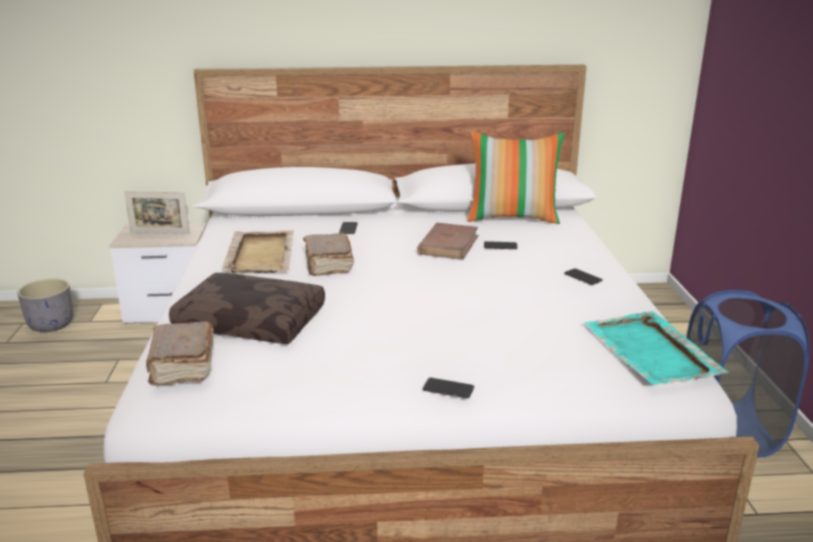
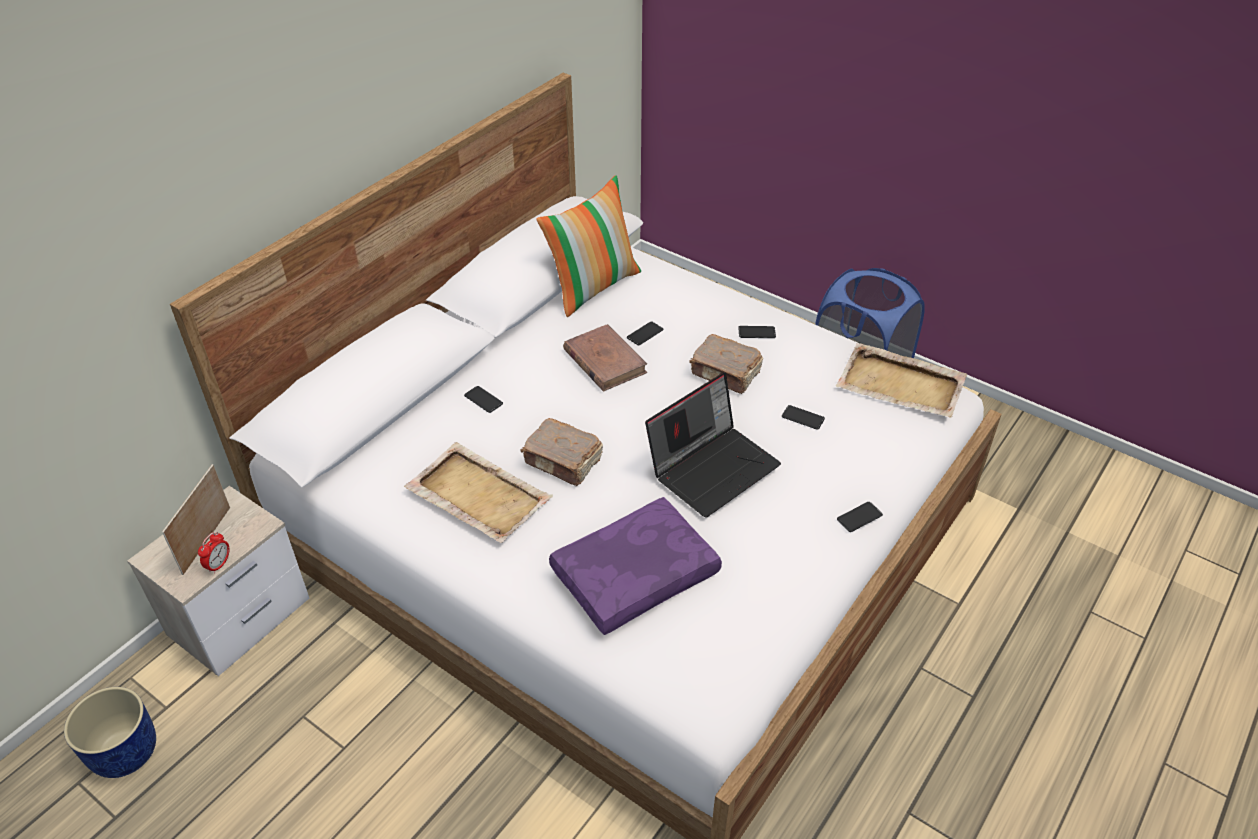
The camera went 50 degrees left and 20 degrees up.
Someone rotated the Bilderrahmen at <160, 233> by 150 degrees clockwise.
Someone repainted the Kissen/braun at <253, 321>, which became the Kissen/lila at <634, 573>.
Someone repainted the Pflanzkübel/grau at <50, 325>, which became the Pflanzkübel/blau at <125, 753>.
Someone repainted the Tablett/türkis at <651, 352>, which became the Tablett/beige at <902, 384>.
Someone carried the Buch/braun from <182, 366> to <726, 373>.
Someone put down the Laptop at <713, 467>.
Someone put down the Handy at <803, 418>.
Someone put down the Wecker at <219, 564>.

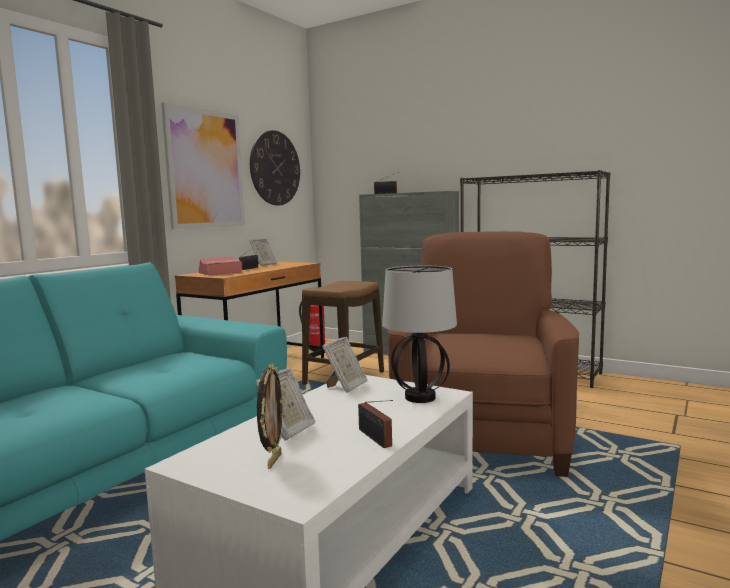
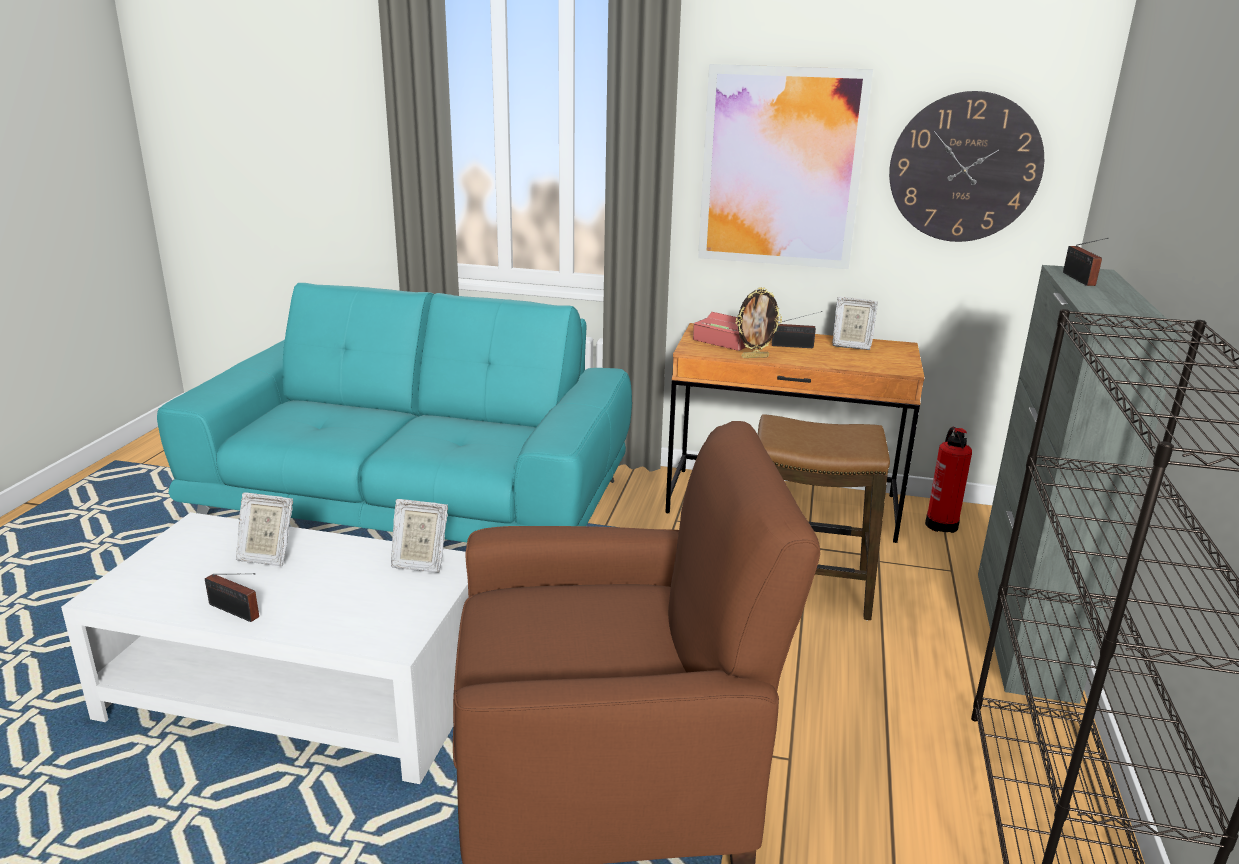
The camera went 70 degrees right and 15 degrees up.
Someone took away the Tischlampe at <419, 398>.
Someone carried the Bilderrahmen from <273, 460> to <755, 357>.
Someone rotated the Radio at <375, 439> by 105 degrees counterclockwise.

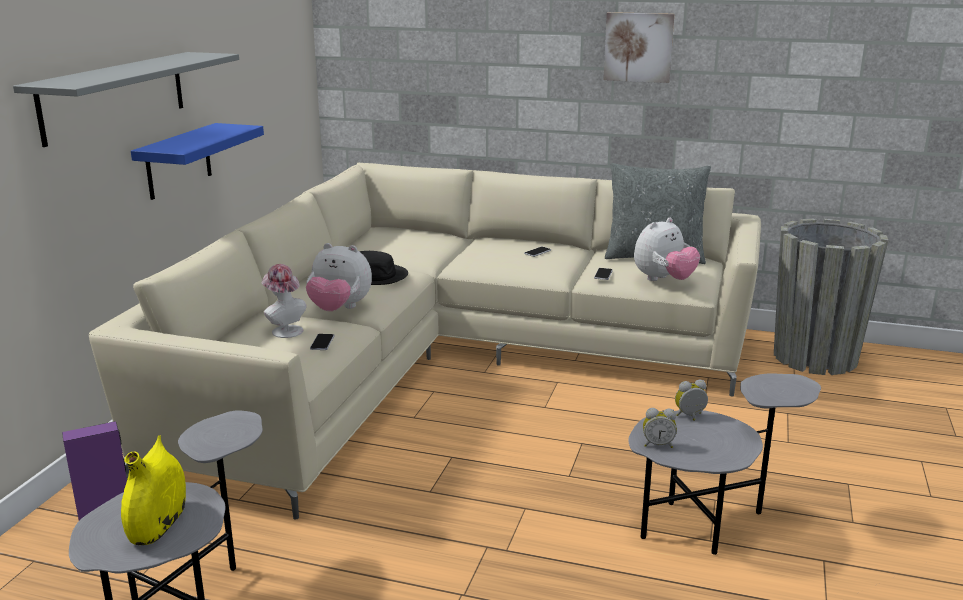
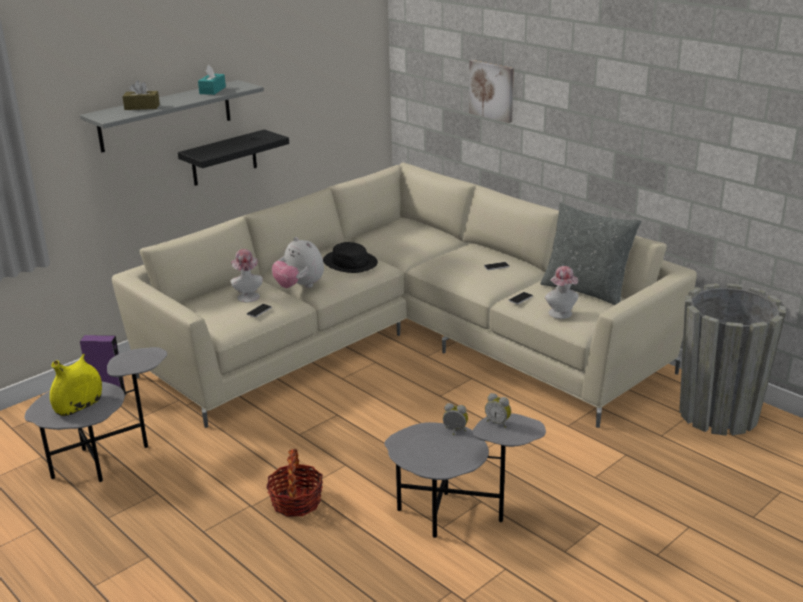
The camera went 30 degrees right and 5 degrees up.
Someone carried the Bild from <638, 47> to <492, 90>.
Someone repainted the Wandregal/blau at <178, 161>, which became the Wandregal/schwarz at <224, 158>.
Someone swapped the Plüschtier at <663, 280> for the Hut at <561, 315>.
Someone carried the Wecker from <658, 444> to <498, 422>.
Someone put down the Taschentuchbox/türkis at <212, 90>.
Someone put down the Taschentuchbox/braun at <142, 107>.
Someone put down the Korb at <296, 502>.

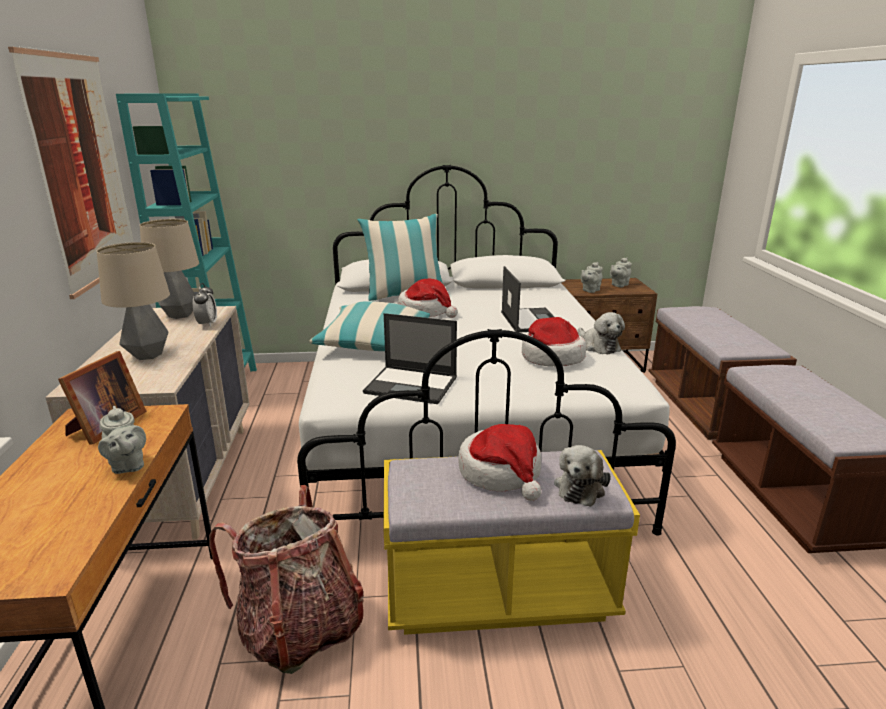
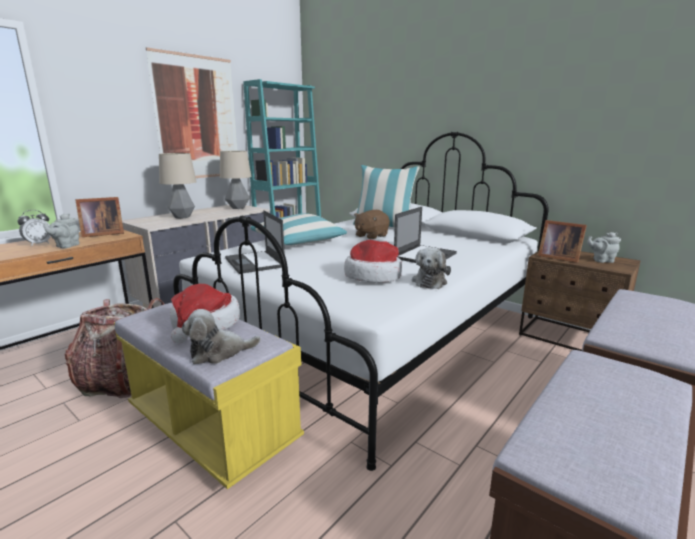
The camera went 45 degrees right and 5 degrees down.
Someone swapped the Teekanne/grau at <590, 290> for the Bilderrahmen at <557, 257>.
Someone swapped the Hut at <426, 311> for the Plüschtier/braun at <371, 236>.
Someone carried the Wecker from <207, 324> to <39, 244>.

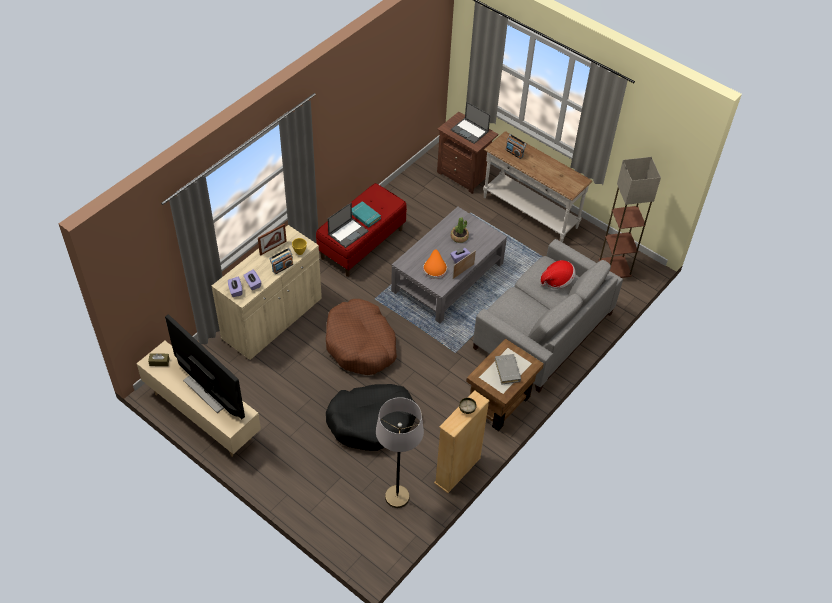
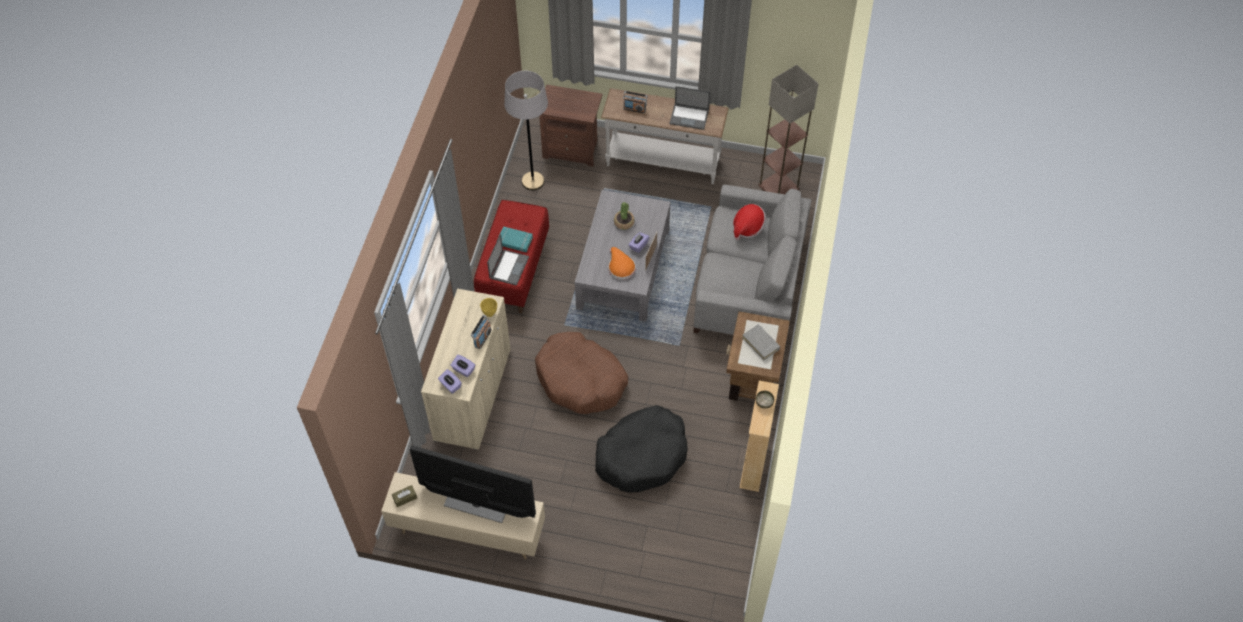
The camera went 25 degrees left and 5 degrees up.
Someone carried the Laptop from <470, 131> to <690, 116>.
Someone took away the Bilderrahmen at <273, 248>.
Someone carried the Stehlampe/grau from <397, 497> to <533, 181>.

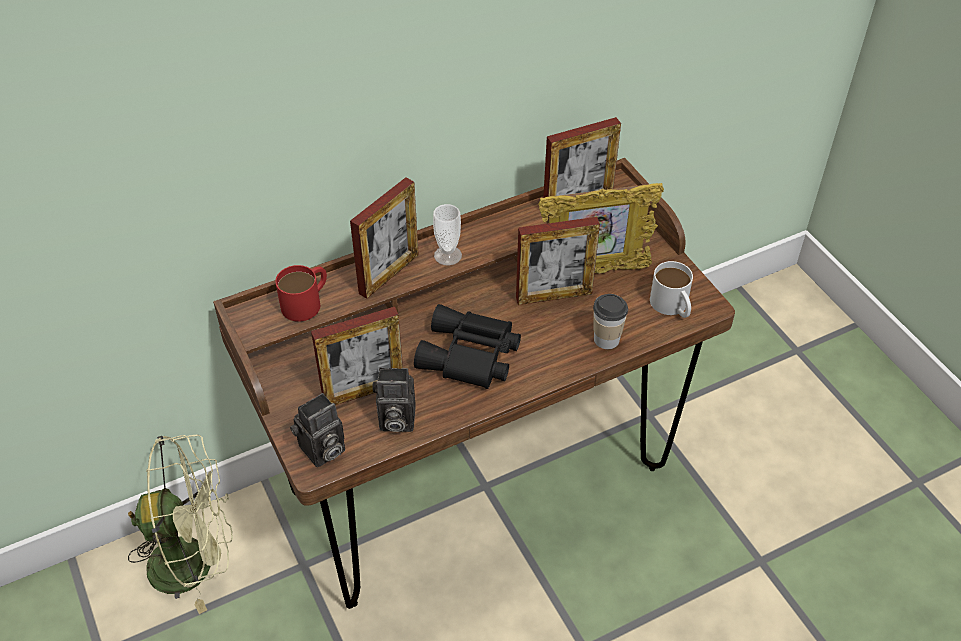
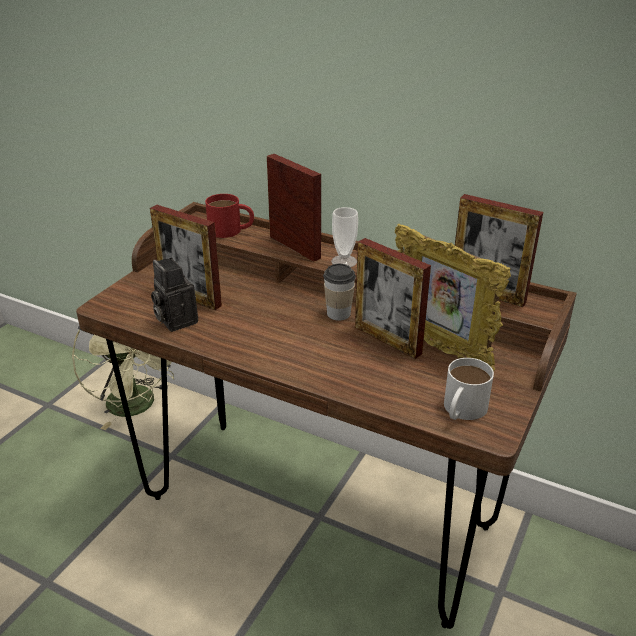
The camera went 55 degrees right and 15 degrees down.
Someone rotated the Bilderrahmen at <389, 274> by 135 degrees counterclockwise.
Someone carried the Tasse from <606, 339> to <338, 313>.
Someone took away the Fernglas/schwarz at <470, 357>.
Someone took away the Kamera at <322, 451>.

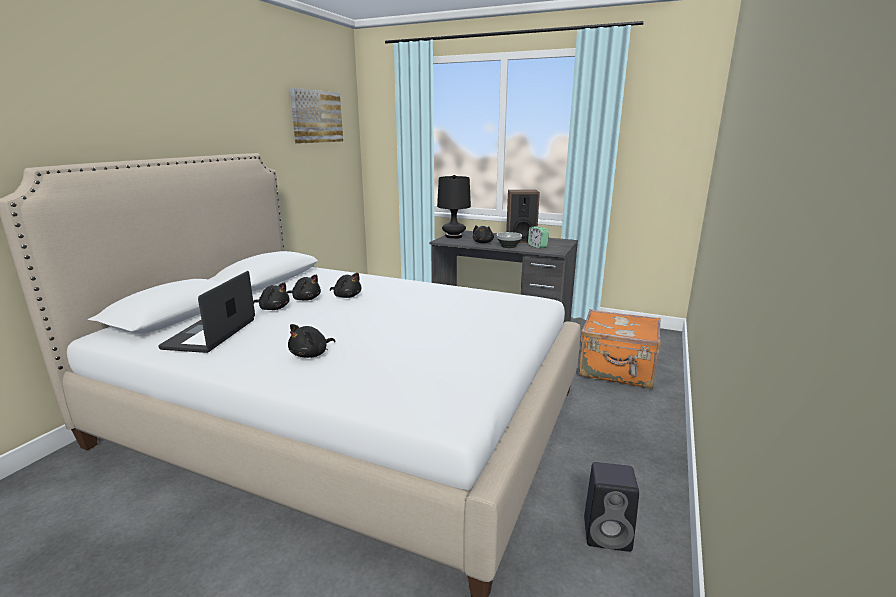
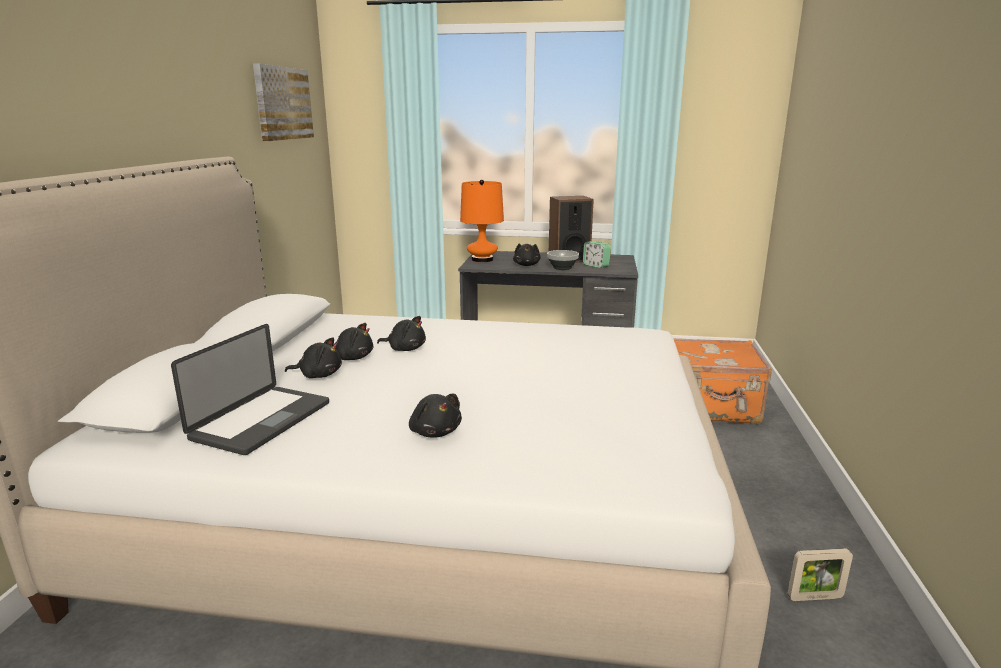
The camera went 15 degrees left and 0 degrees up.
Someone repainted the Tischlampe/schwarz at <453, 236>, which became the Tischlampe/orange at <482, 259>.
Someone rotated the Laptop at <211, 334> by 150 degrees counterclockwise.
Someone rotated the Plüschtier/schwarz at <311, 354> by 60 degrees counterclockwise.
Someone swapped the Lautsprecher/schwarz at <608, 534> for the Bilderrahmen at <815, 597>.

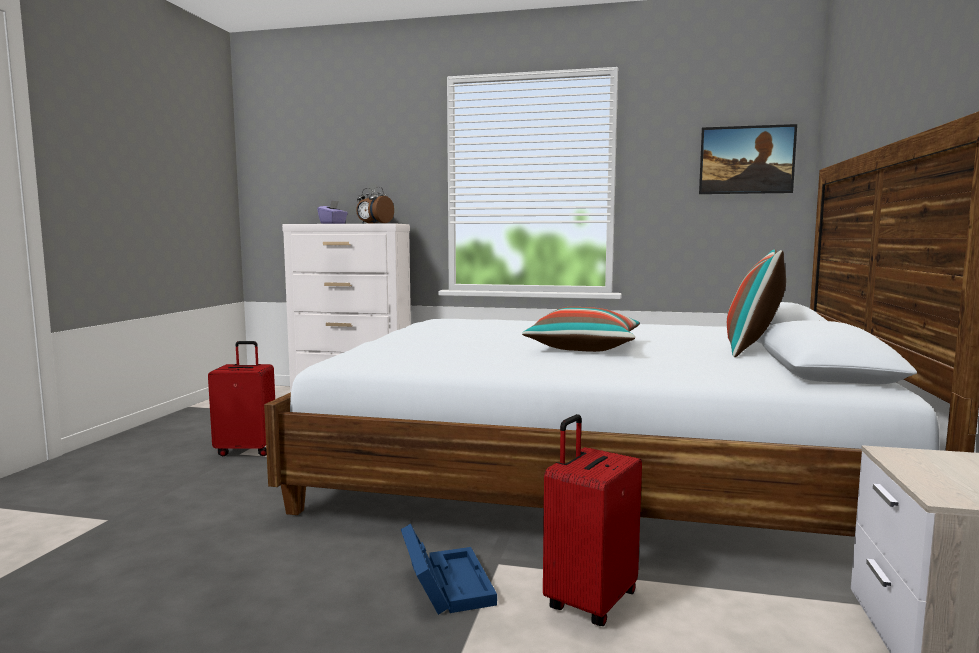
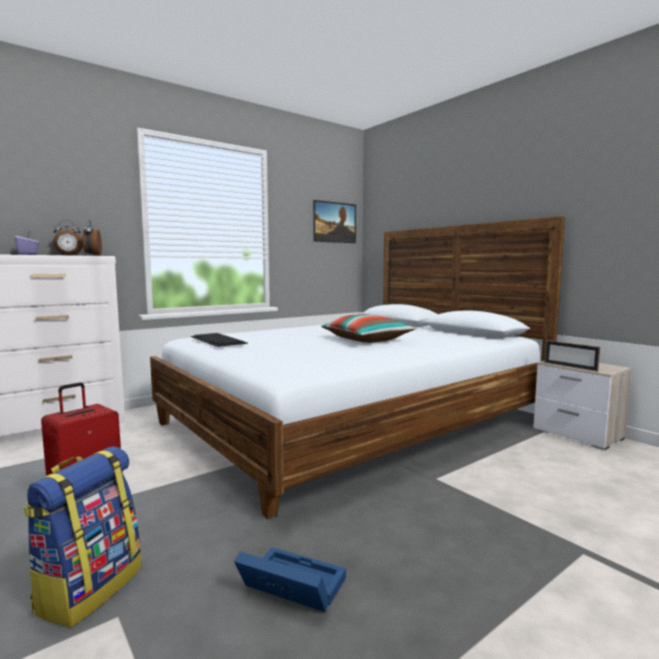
The camera went 50 degrees left and 0 degrees up.
Someone took away the Kissen at <752, 349>.
Someone took away the Koffer/rot at <589, 601>.
Someone carried the Aufbewahrungsbox/blau from <445, 583> to <289, 587>.
Someone put down the Tastatur at <218, 340>.
Someone put down the Bilderrahmen at <570, 366>.
Someone put down the Rucksack at <89, 588>.

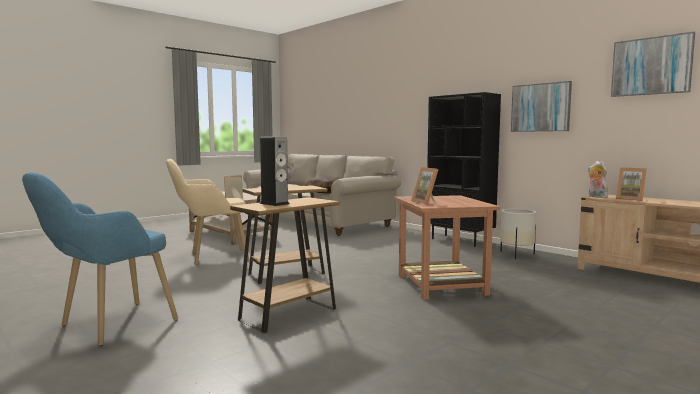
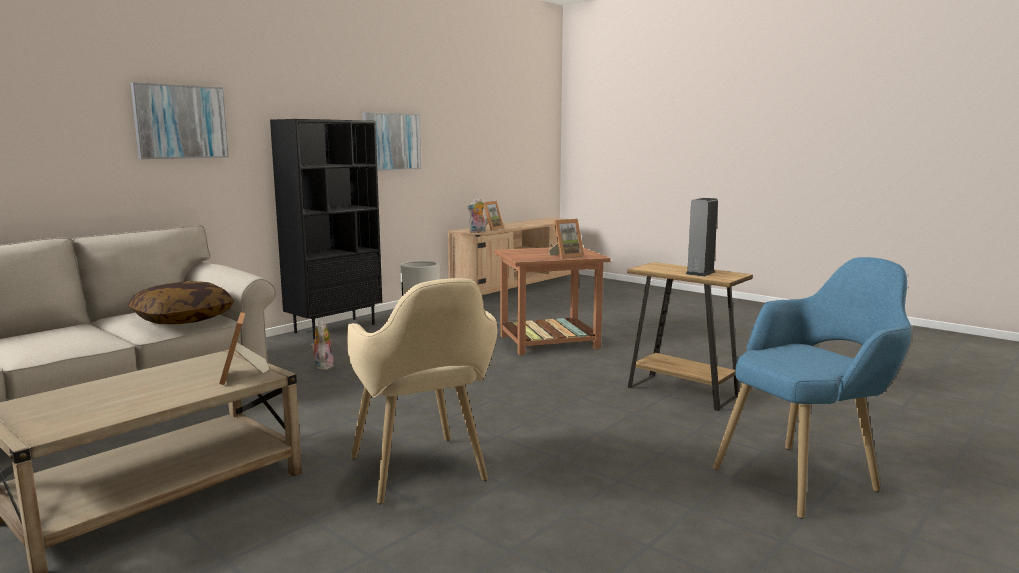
The camera went 95 degrees left and 5 degrees up.
Someone carried the Bild from <651, 66> to <180, 122>.
Someone rotated the Sessel/blau at <106, 327> by 60 degrees counterclockwise.
Someone took away the Beistelltisch/braun at <286, 274>.
Someone put down the Plüschtier at <322, 366>.

